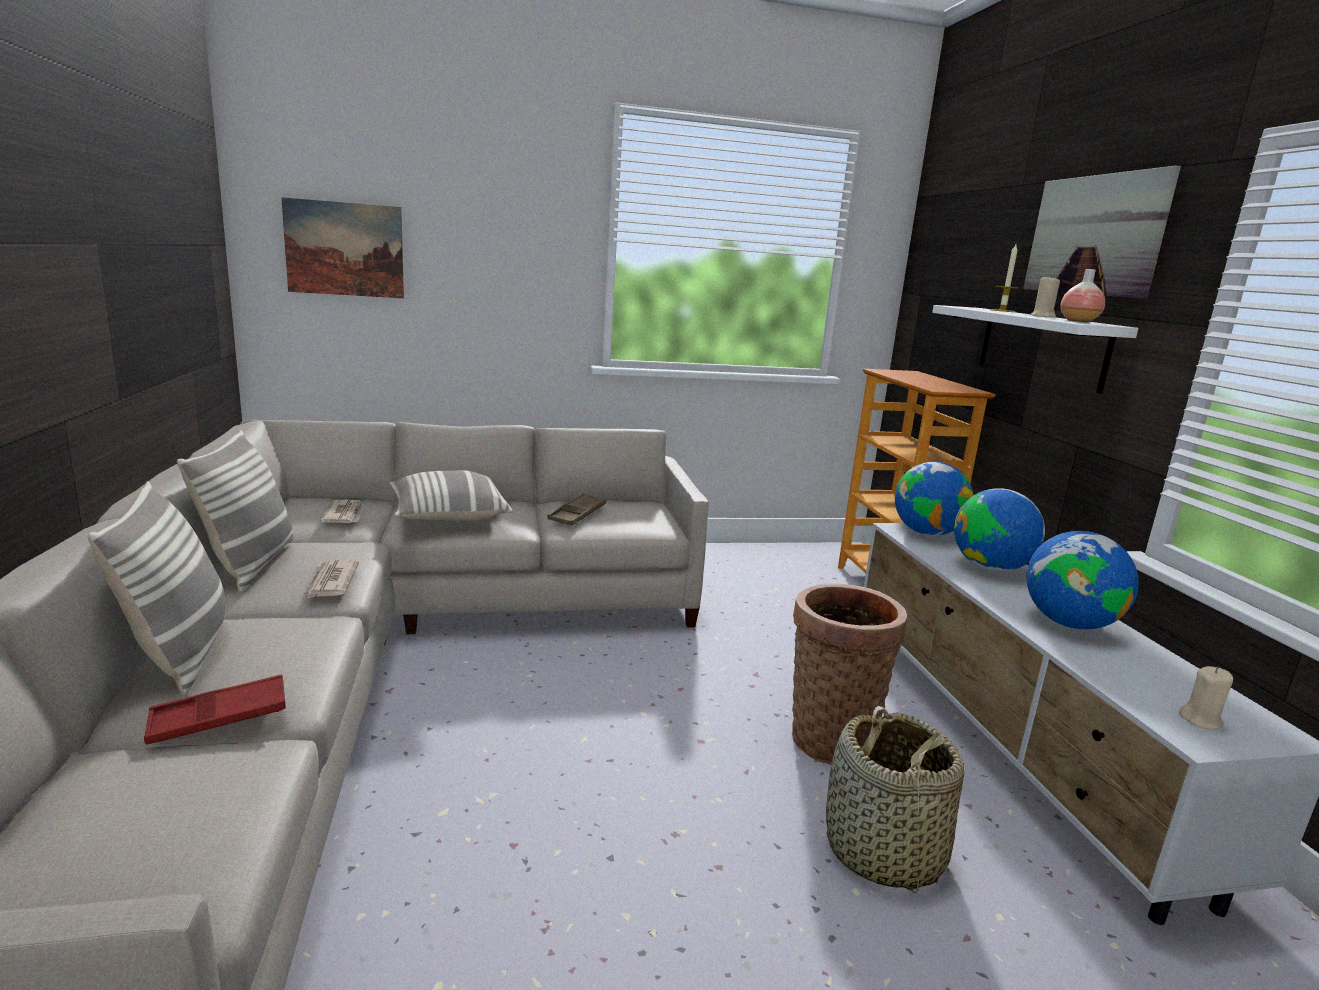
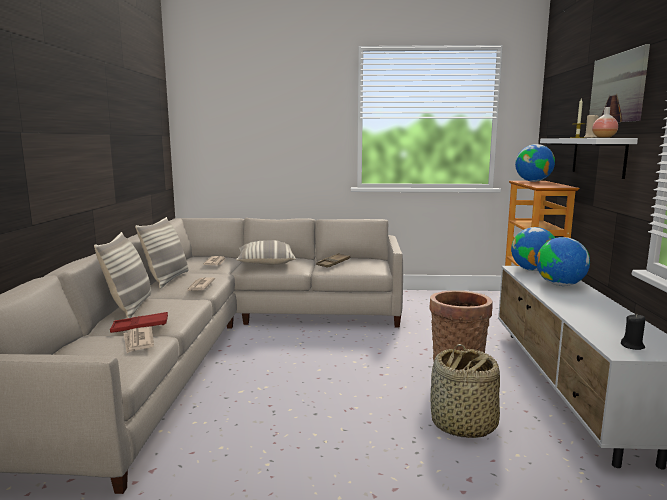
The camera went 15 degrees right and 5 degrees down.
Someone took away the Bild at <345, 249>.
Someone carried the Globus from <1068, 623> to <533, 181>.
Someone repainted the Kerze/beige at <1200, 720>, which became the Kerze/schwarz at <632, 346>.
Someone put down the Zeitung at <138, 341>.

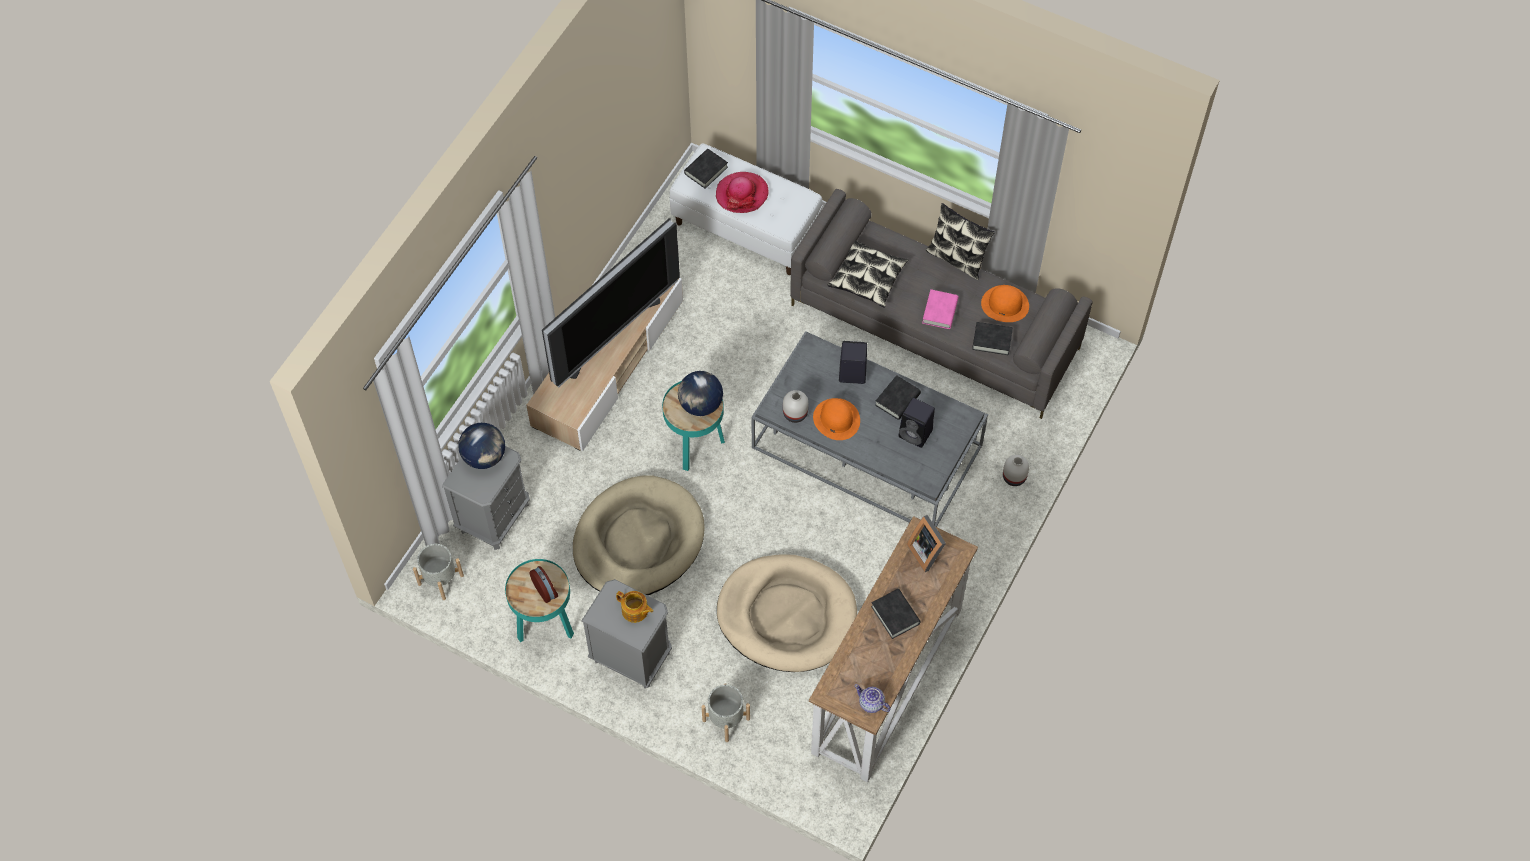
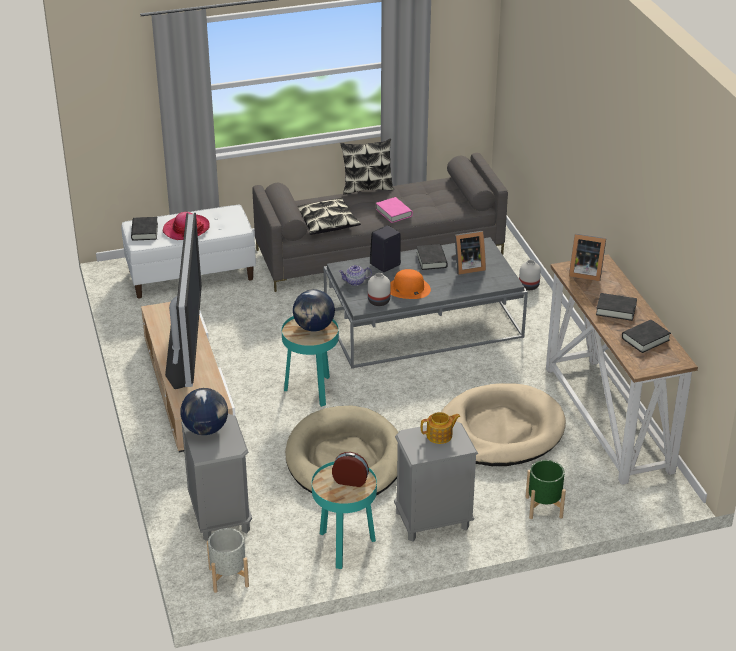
The camera went 45 degrees left and 25 degrees down.
Someone took away the Hut/orange at <1005, 304>.
Someone carried the Buch/schwarz from <992, 340> to <645, 339>.
Someone swapped the Lautsprecher/schwarz at <916, 434> for the Bilderrahmen at <467, 267>.
Someone repainted the Pflanzkübel/grau at <726, 720>, which became the Pflanzkübel/grün at <544, 507>.
Someone carried the Teekanne from <871, 703> to <355, 282>.

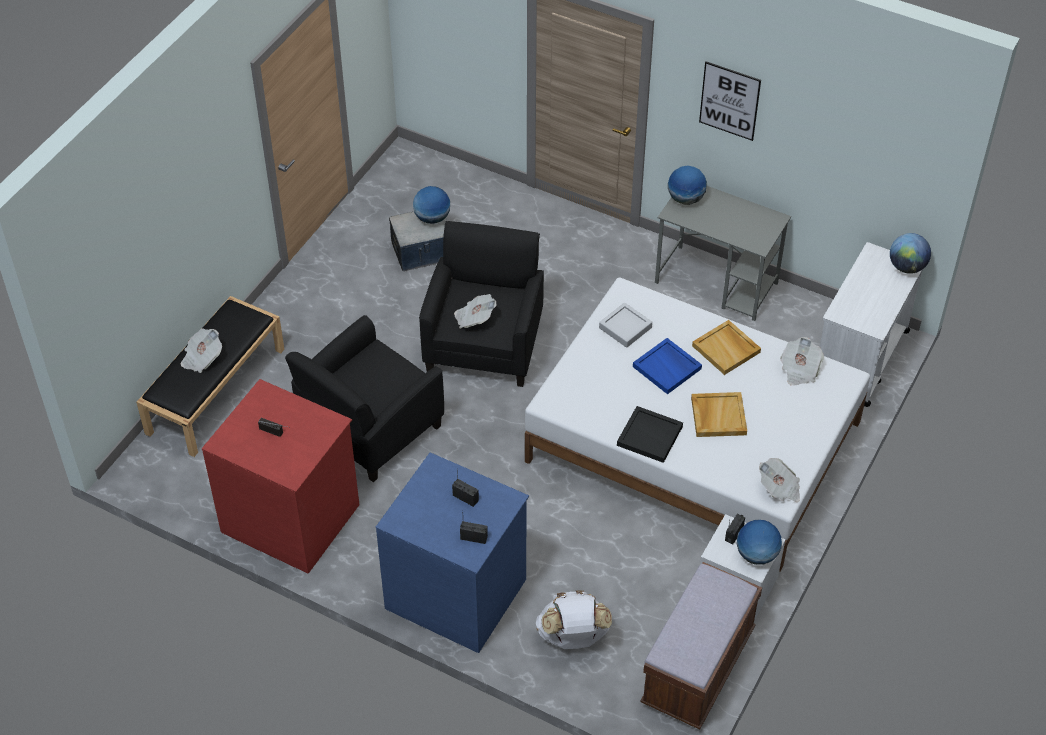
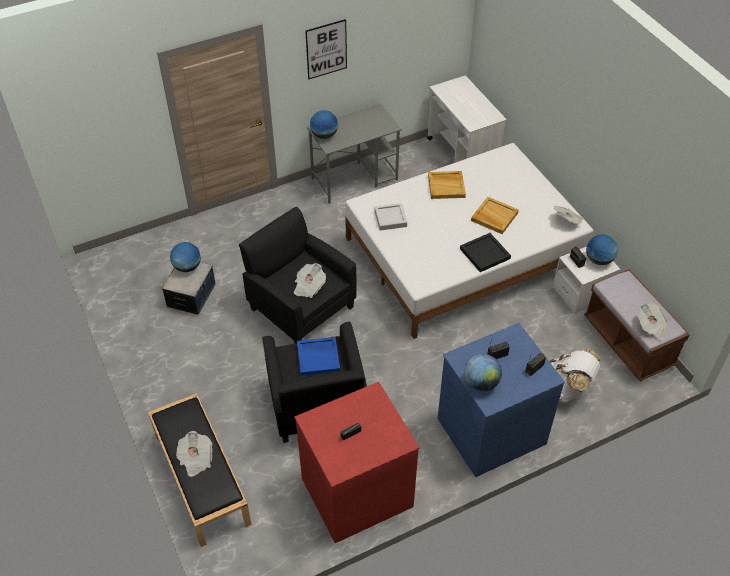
The camera went 55 degrees left and 0 degrees up.
Someone carried the Globus from <906, 267> to <481, 383>.
Someone carried the Zeitung from <799, 370> to <651, 327>.
Someone carried the Tablett/blau from <667, 368> to <318, 357>.

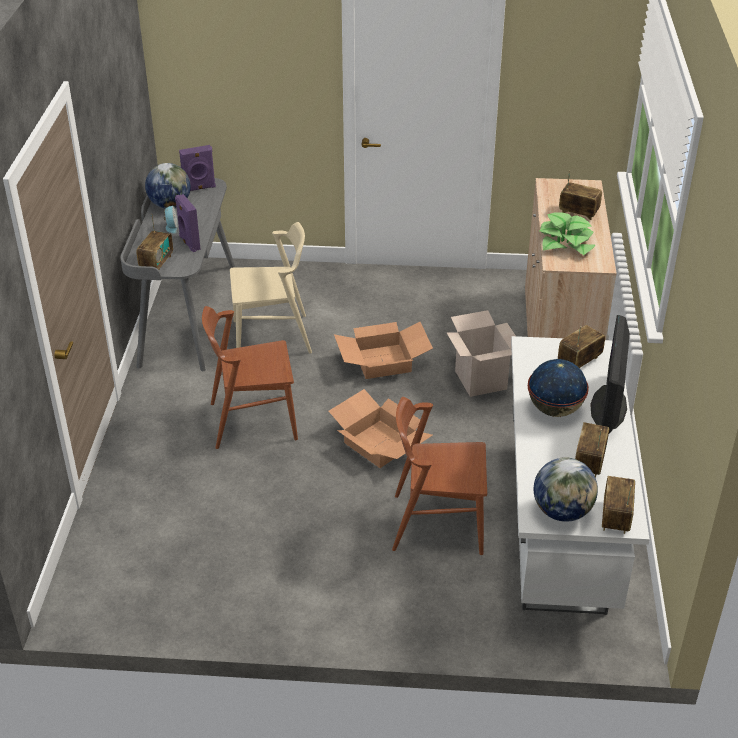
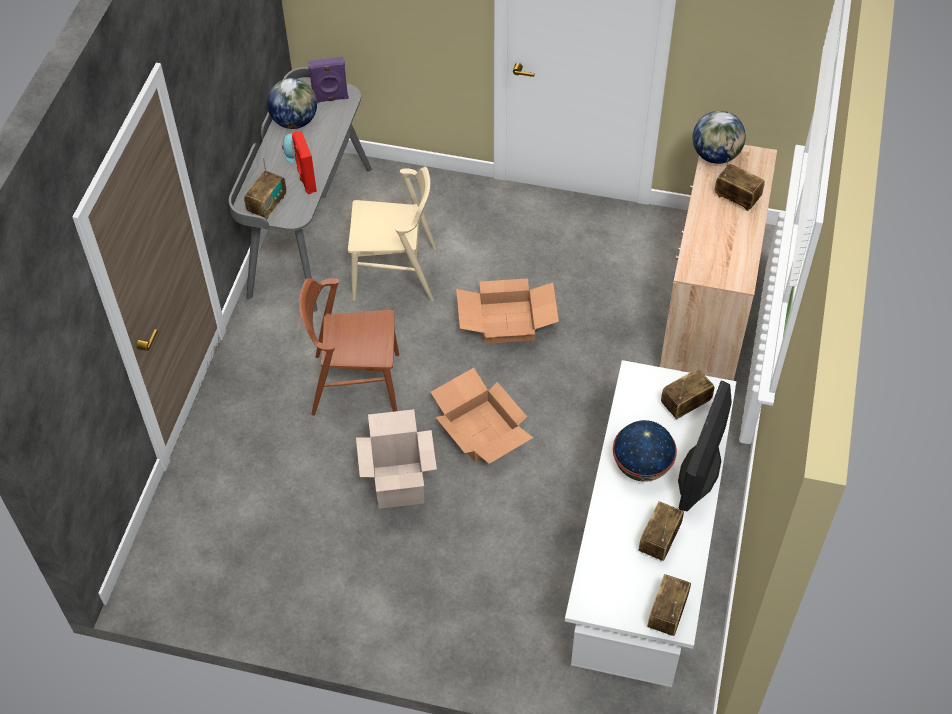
The camera went 10 degrees right and 15 degrees up.
Someone repainted the Lautsprecher/lila at <189, 243>, which became the Lautsprecher/rot at <306, 180>.
Someone took away the Topfpflanze at <566, 243>.
Someone carried the Karton from <480, 380> to <399, 485>.
Someone took away the Stuhl/braun at <437, 523>.
Someone carried the Globus from <562, 512> to <715, 155>.

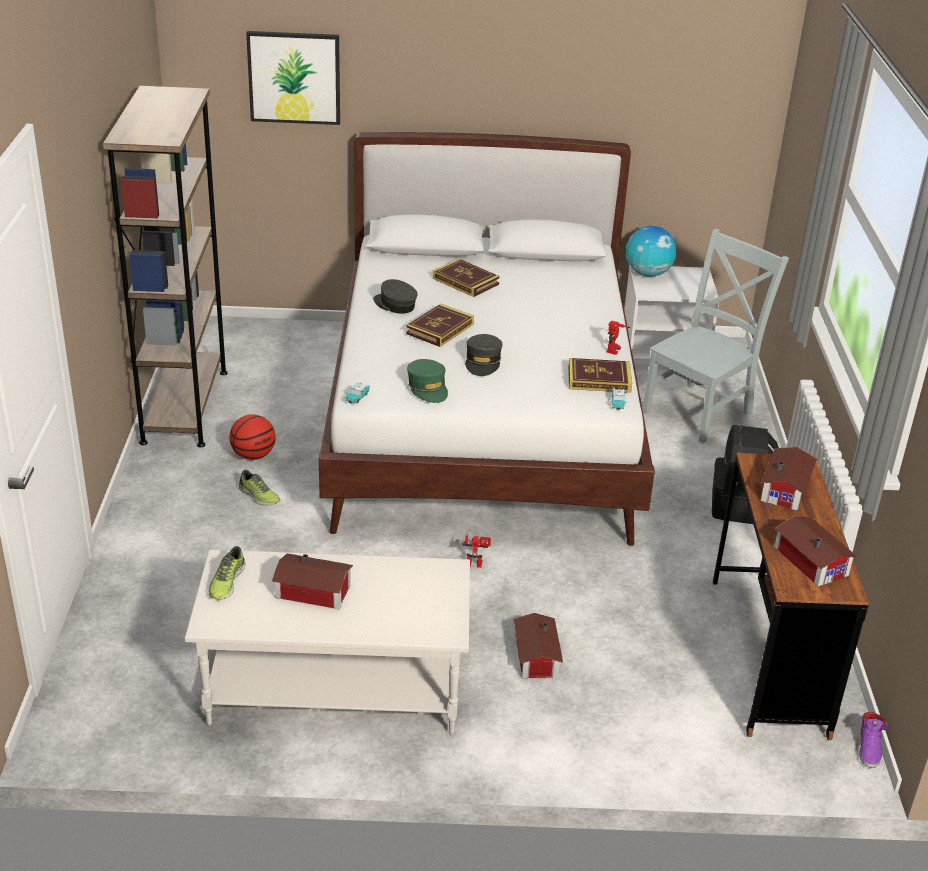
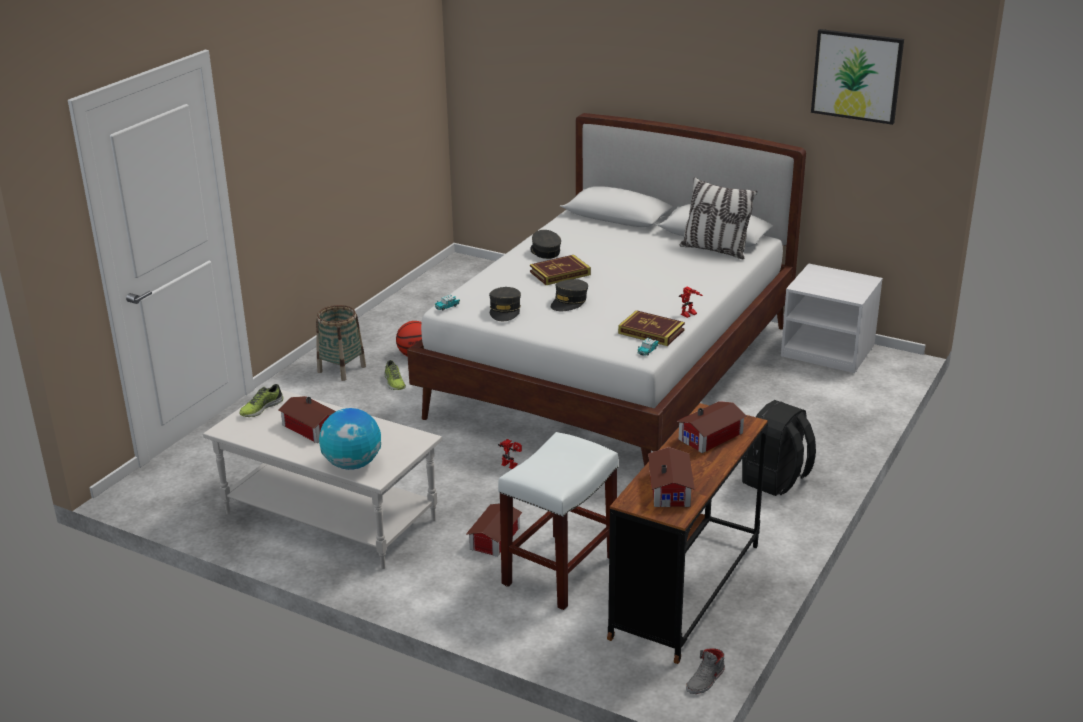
The camera went 30 degrees right and 5 degrees down.
Someone carried the Bild from <294, 77> to <857, 76>.
Someone took away the Bücherregal/braun at <185, 406>.
Someone carried the Globus from <648, 274> to <352, 464>.
Someone took away the Stuhl/grau at <700, 411>.
Someone took away the Buch at <466, 281>.
Someone repainted the Kappe/grün at <428, 388>, which became the Kappe/grau at <505, 310>.
Someone repainted the Schuh/lila at <869, 747>, which became the Schuh/grau at <706, 680>.
Someone put down the Kissen at <715, 250>.
Someone put down the Korb at <341, 369>.
Someone put down the Hocker/weiß at <560, 570>.

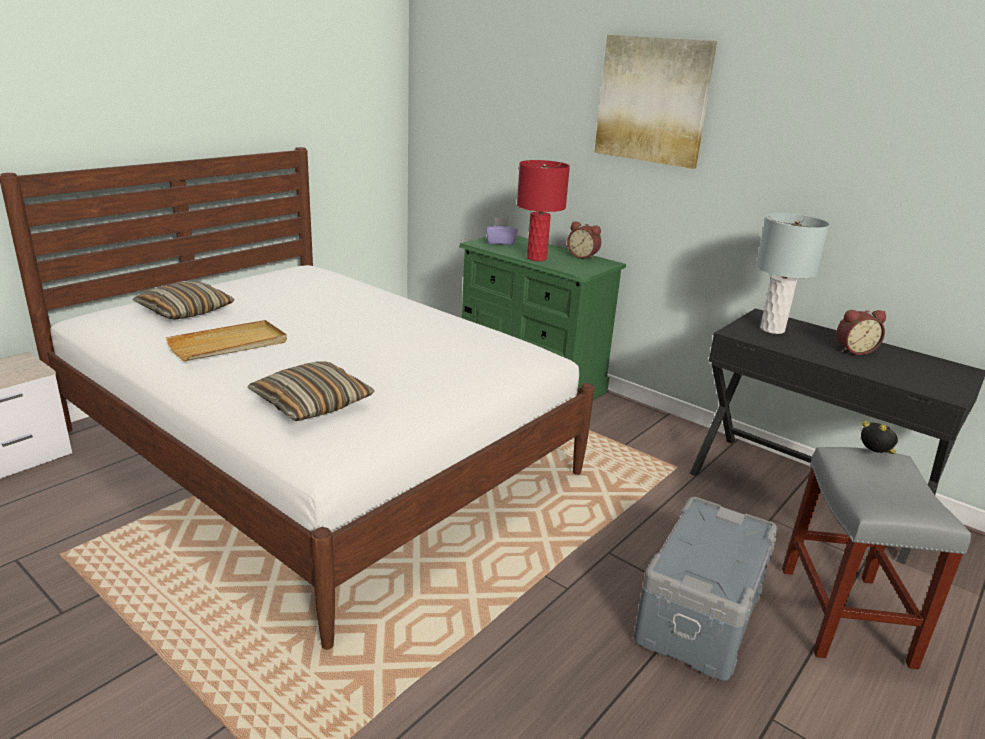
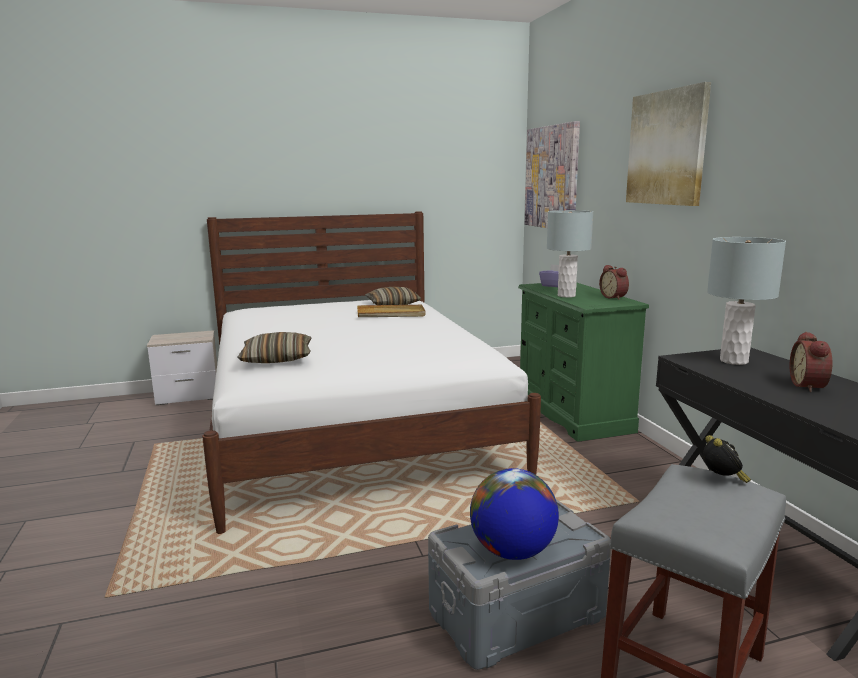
The camera went 35 degrees right and 10 degrees down.
Someone repainted the Tischlampe/rot at <537, 258>, which became the Tischlampe/grau at <566, 295>.
Someone carried the Kissen from <185, 311> to <392, 305>.
Someone rotated the Wecker at <853, 350> by 75 degrees clockwise.
Someone carried the Tablett/beige from <229, 345> to <391, 314>.
Someone put up the Bild at <552, 177>.
Someone put down the Globus at <512, 551>.

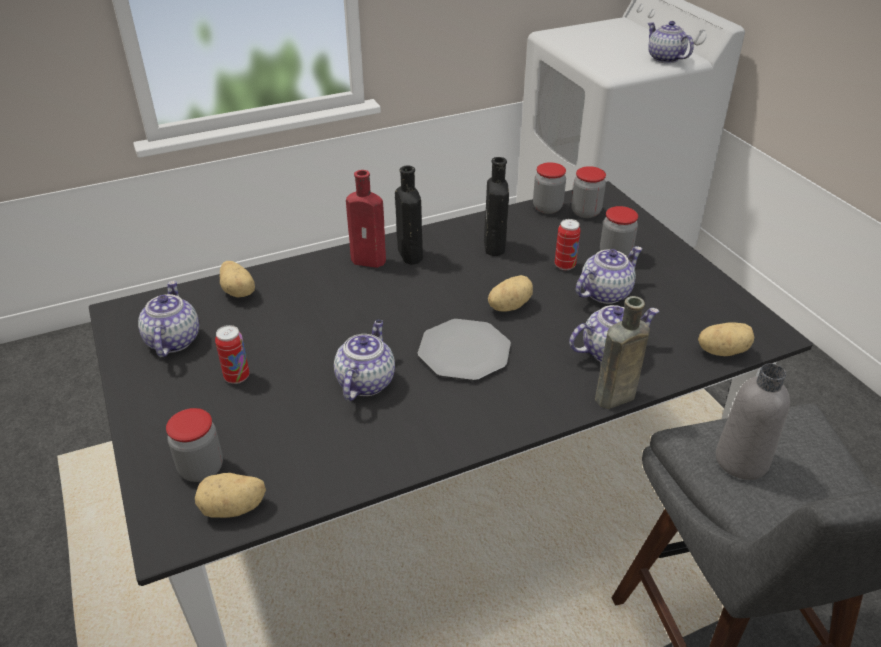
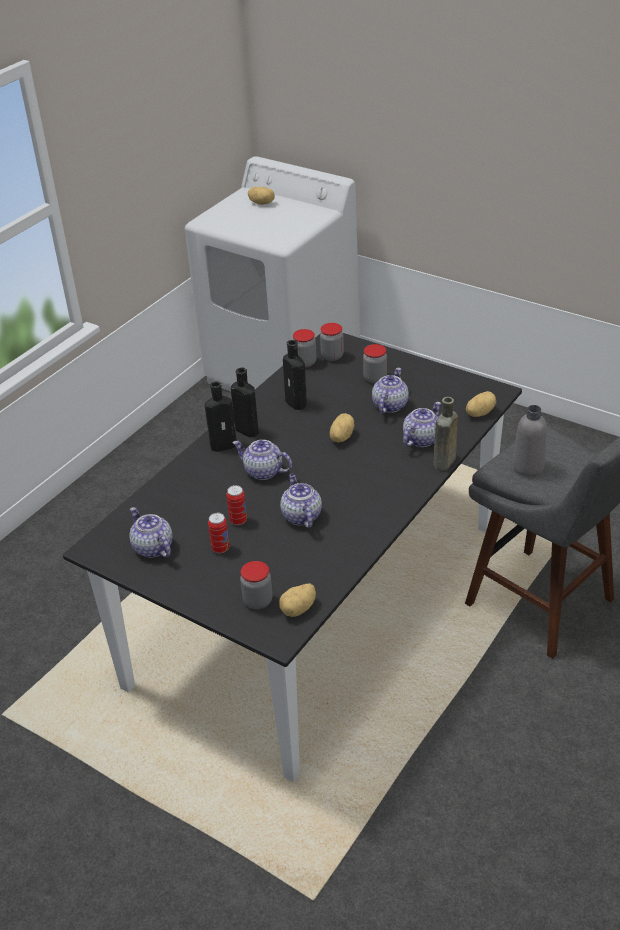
The camera went 30 degrees left and 0 degrees up.
Someone carried the Teekanne from <664, 58> to <263, 472>.
Someone repainted the Flasche/rot at <371, 260>, which became the Flasche/schwarz at <225, 445>.
Someone carried the Dose from <565, 265> to <238, 520>.
Someone carried the Kartoffel from <239, 291> to <262, 203>.
Someone took away the Teller at <464, 351>.

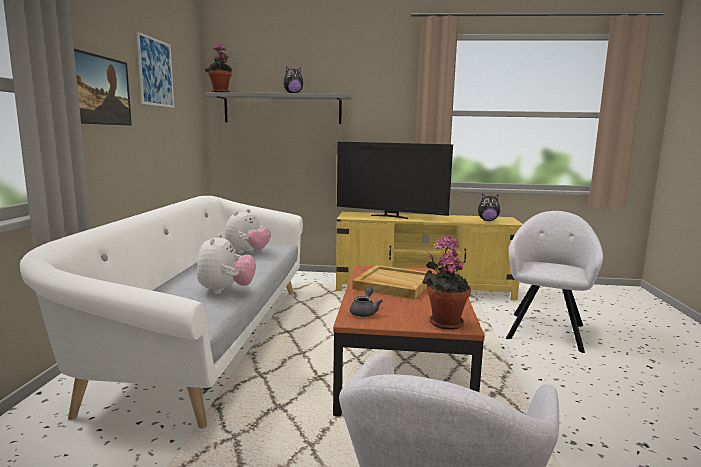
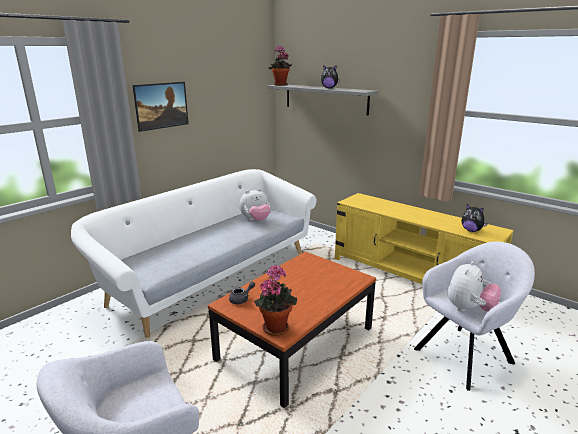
The camera went 35 degrees right and 10 degrees up.
Someone took away the Bild at <155, 72>.
Someone took away the Fernseher at <390, 216>.
Someone carried the Plüschtier from <226, 291> to <469, 309>.
Someone took away the Tablett/beige at <392, 284>.

